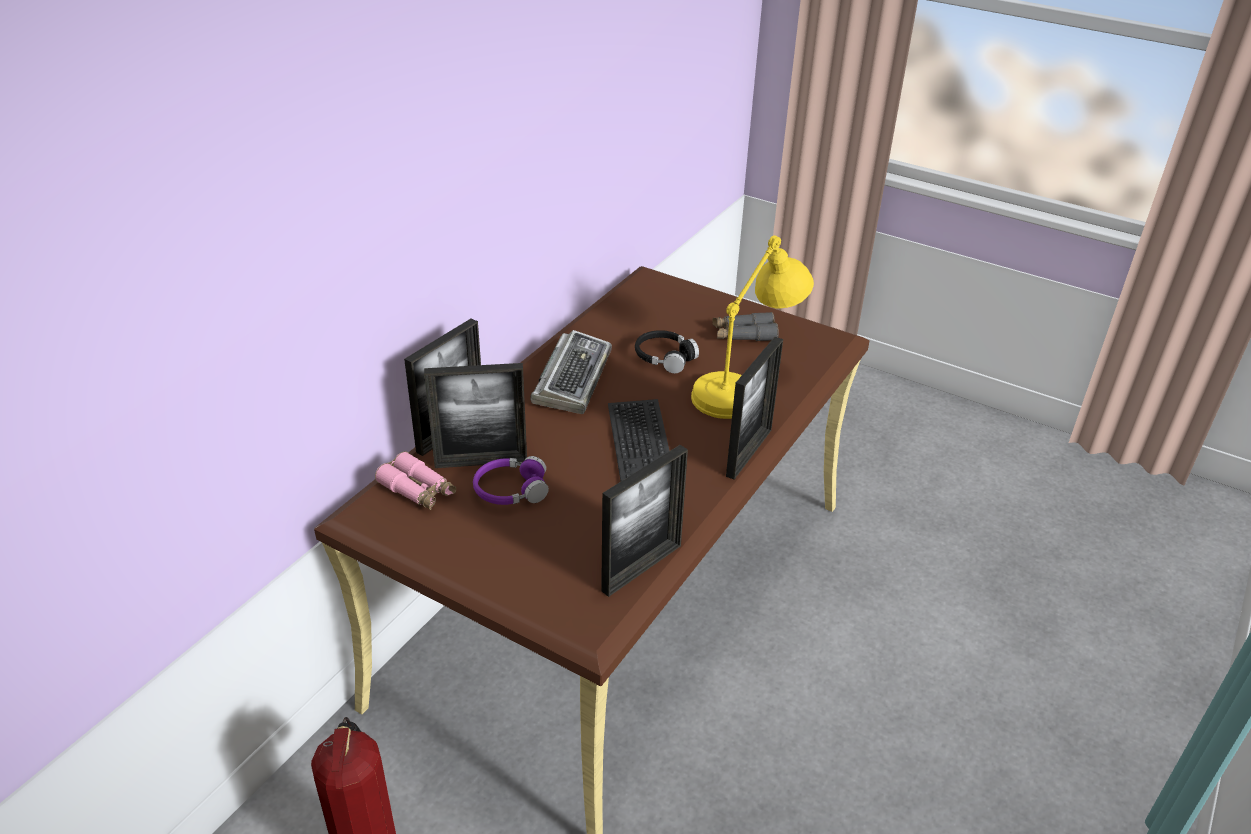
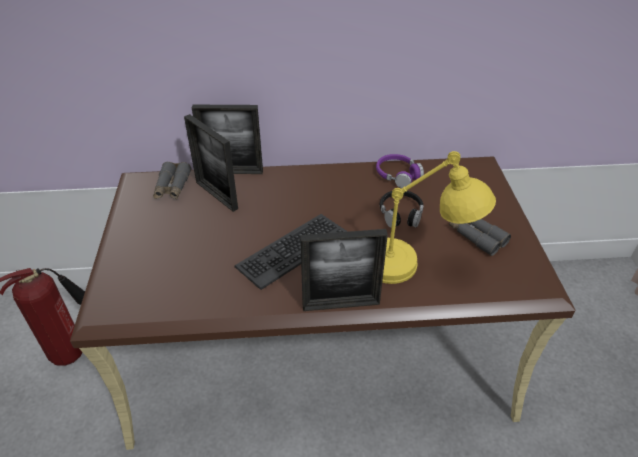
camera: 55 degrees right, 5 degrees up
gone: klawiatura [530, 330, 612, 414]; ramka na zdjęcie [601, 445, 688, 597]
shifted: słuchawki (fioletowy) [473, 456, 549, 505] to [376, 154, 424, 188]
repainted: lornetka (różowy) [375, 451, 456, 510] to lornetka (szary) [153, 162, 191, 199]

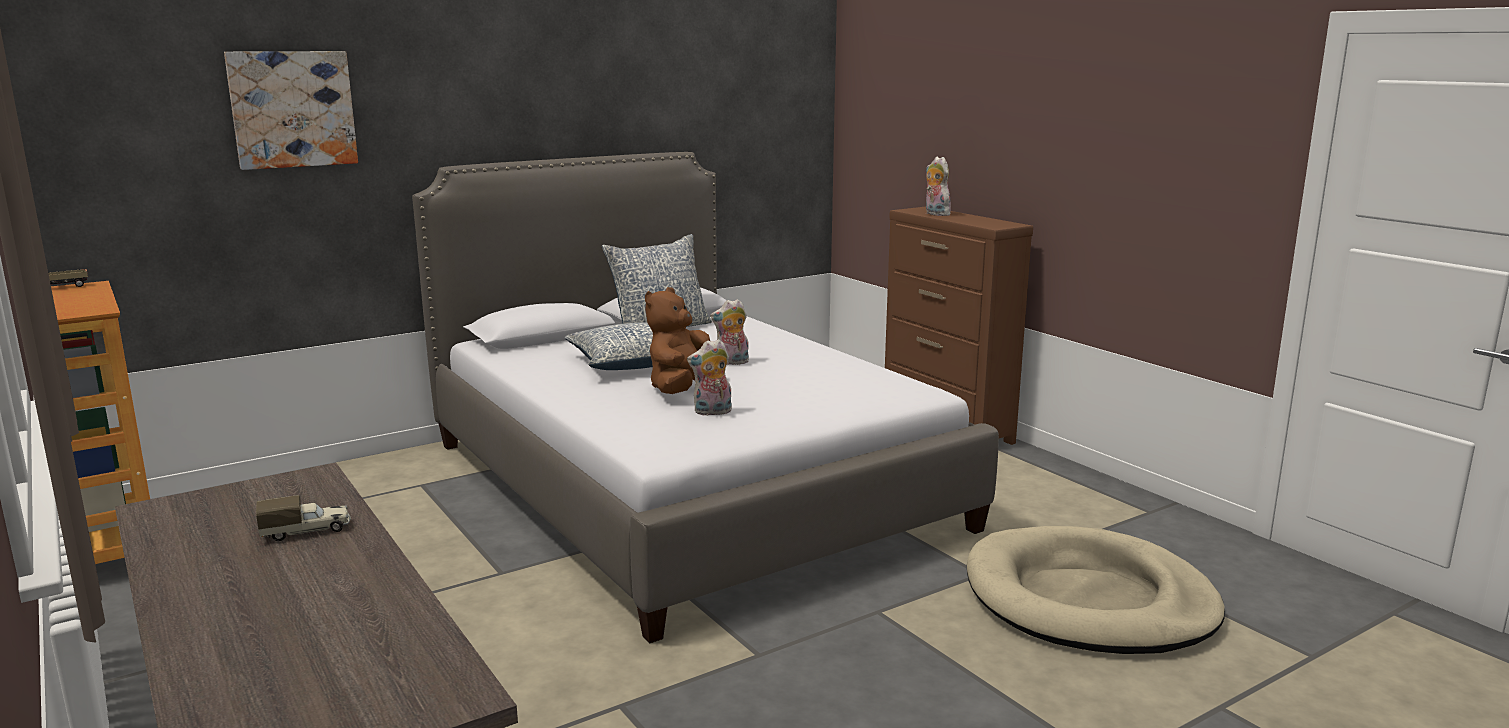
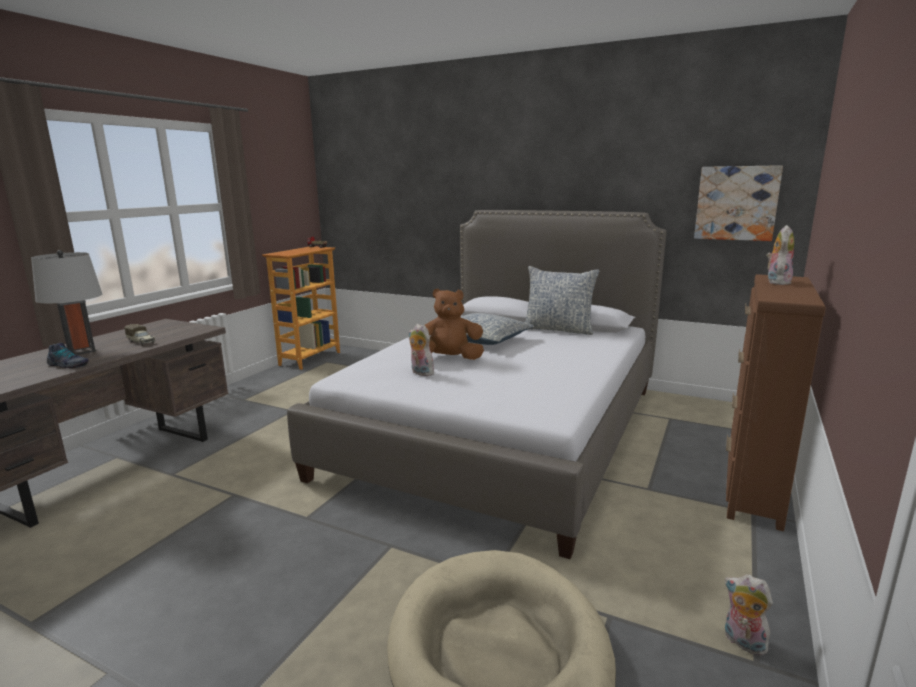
camera: 60 degrees right, 0 degrees up
new: lampa stołowa (szary) [31, 250, 102, 355]; but [47, 343, 89, 368]
shifted: obraz [224, 51, 358, 170] to [694, 165, 783, 241]; pluszak [710, 299, 749, 365] to [725, 574, 773, 656]

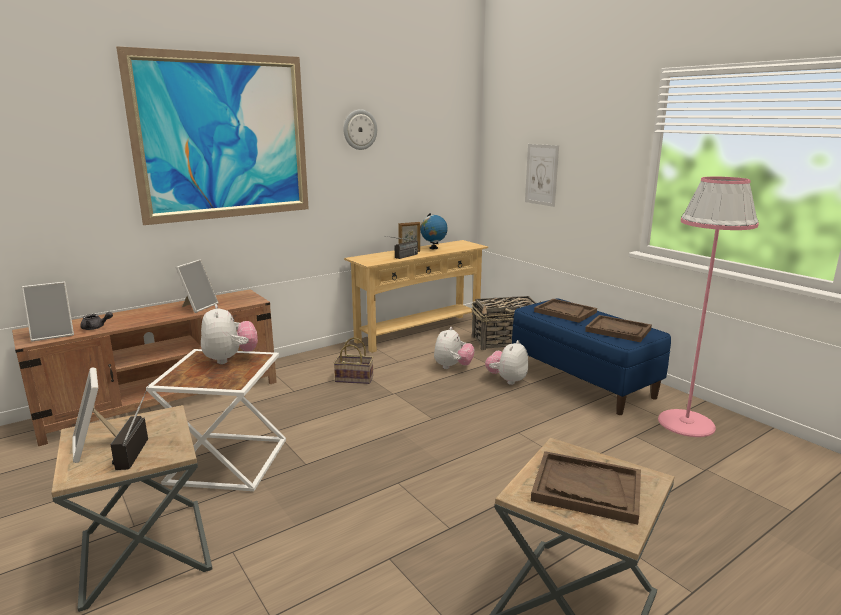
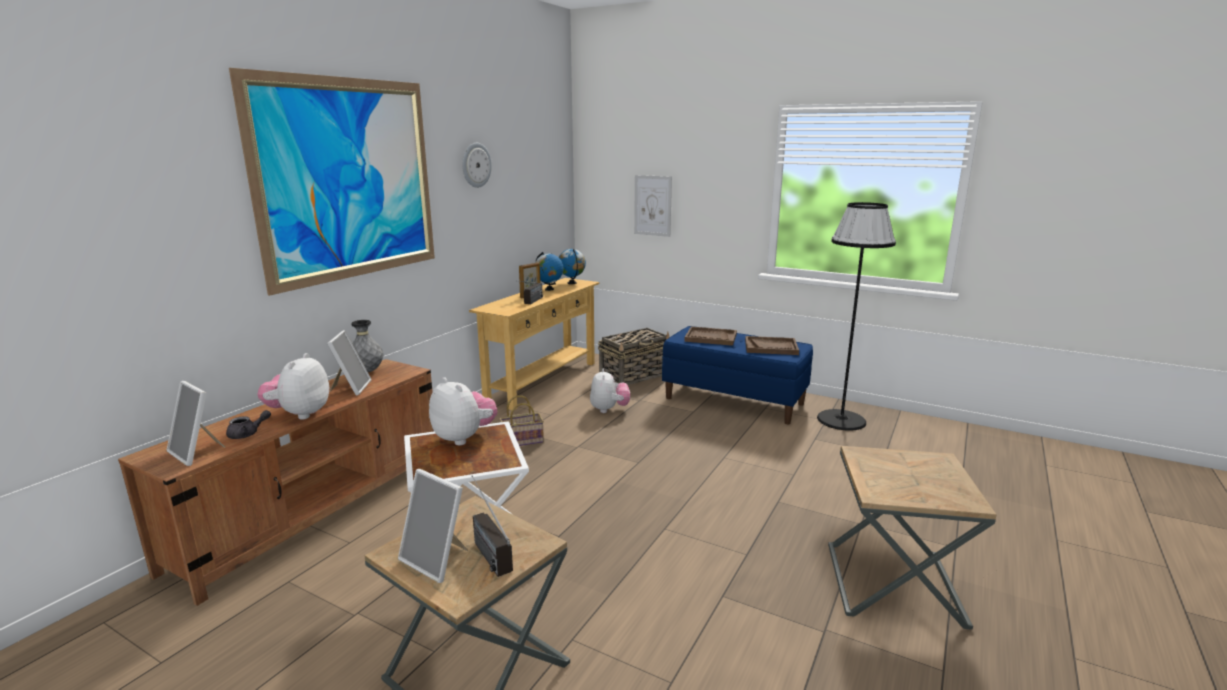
camera: 25 degrees left, 0 degrees up
gone: taca (brązowy) [531, 451, 641, 525]
new: wazon (szary) [351, 320, 383, 372]; globus [559, 249, 586, 284]
shifted: pluszak [485, 340, 528, 385] to [257, 353, 329, 420]
repainted: lampa stojąca (różowy) [658, 177, 759, 437] to lampa stojąca (czarny) [817, 202, 896, 431]
rotated: ramka na zdjęcie [22, 282, 74, 342] = [167, 381, 225, 466] 90 degrees clockwise

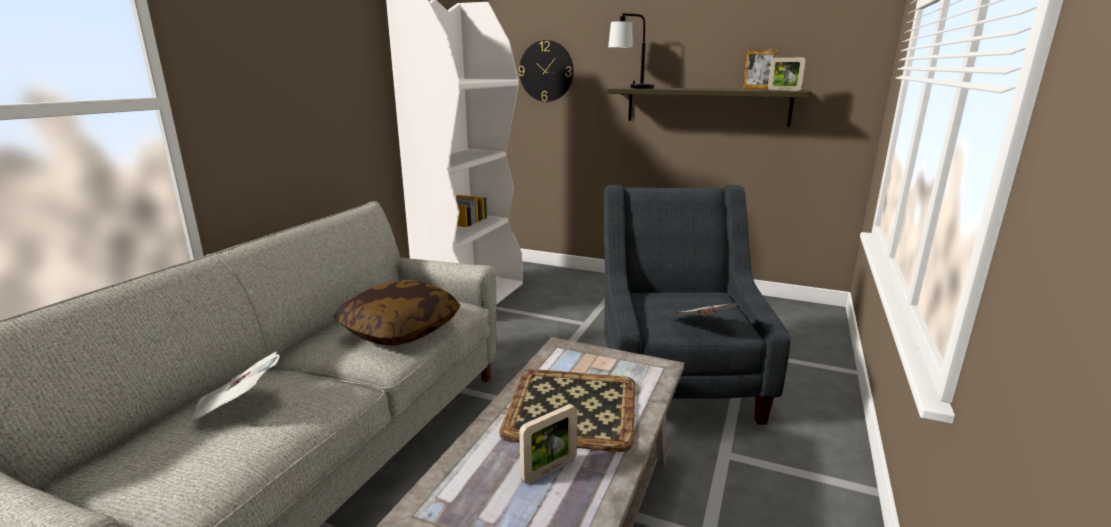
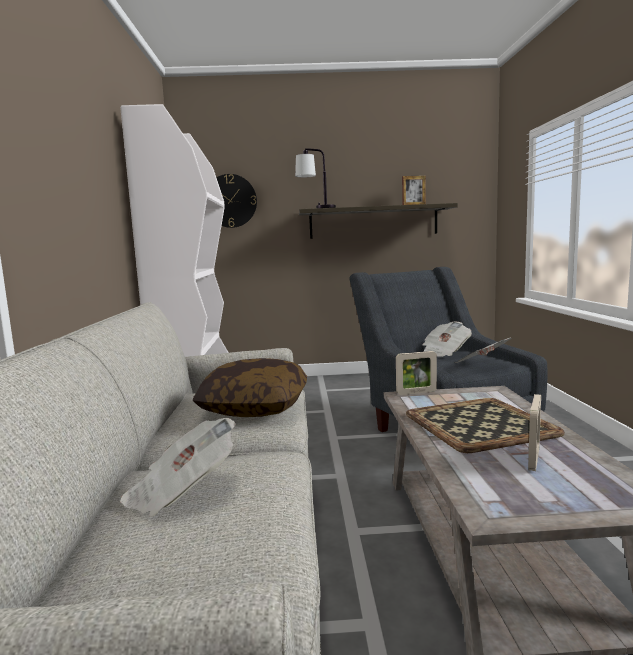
camera: 25 degrees left, 10 degrees down
new: gazeta [422, 321, 472, 357]
shifted: ramka na zdjęcie [768, 57, 806, 91] to [396, 351, 437, 395]

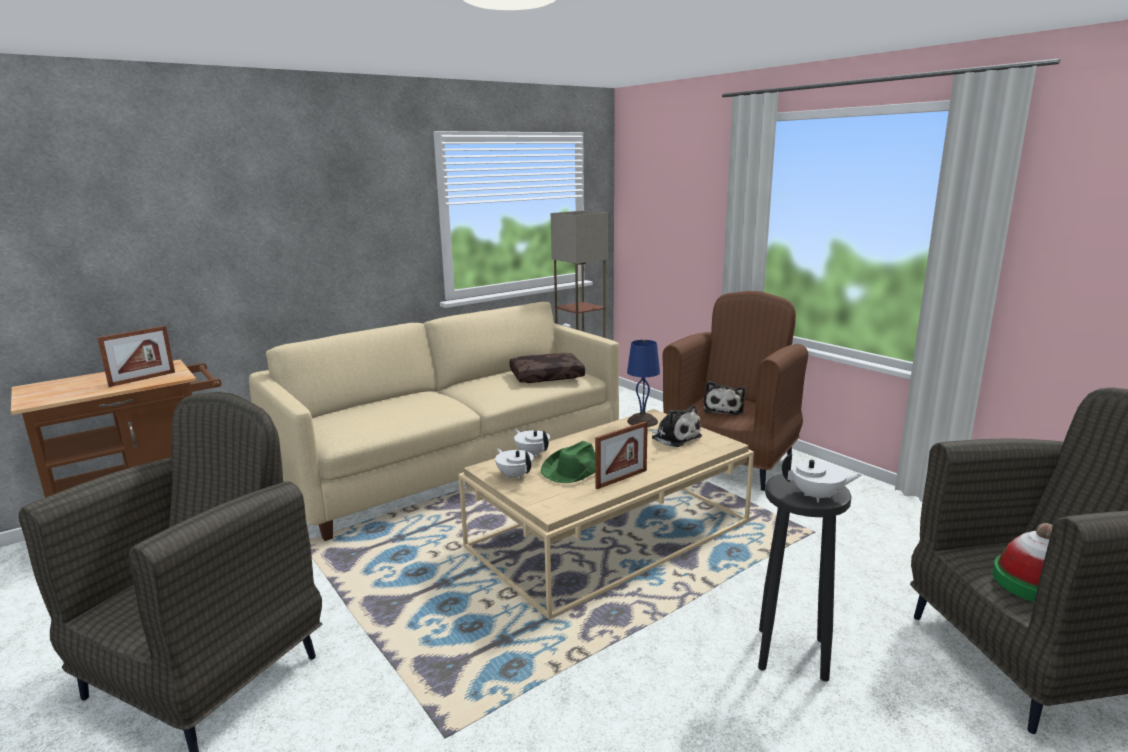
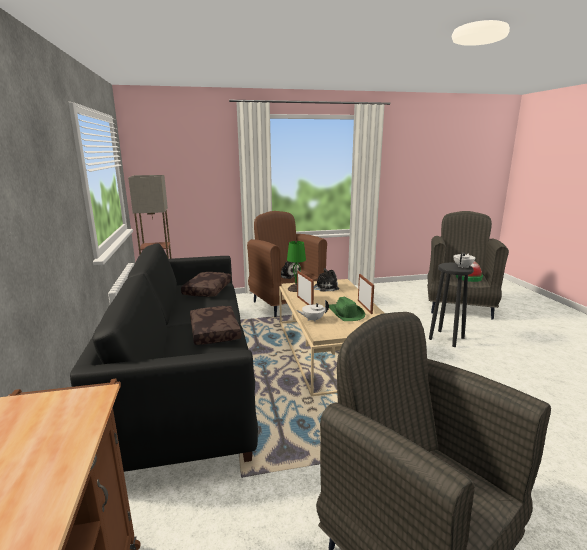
camera: 65 degrees left, 0 degrees up
gone: imbryk (biały) [495, 448, 534, 479]
new: poduszka (brązowy) [190, 306, 242, 345]
shifted: ramka na zdjęcie [97, 326, 175, 387] to [297, 271, 314, 305]
repainted: kanapa (beżowy) [249, 302, 619, 541] to kanapa (czarny) [70, 243, 258, 472]; lampa stołowa (niebieski) [627, 340, 660, 427] to lampa stołowa (zielony) [287, 241, 306, 292]

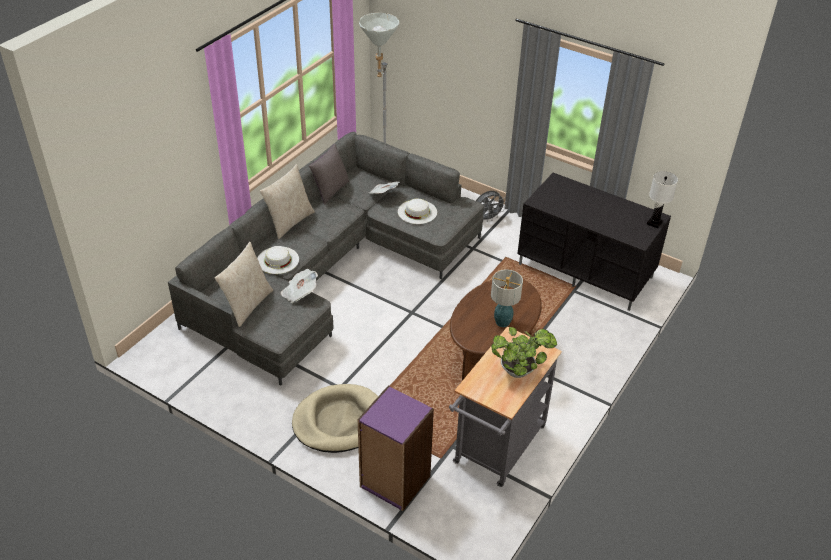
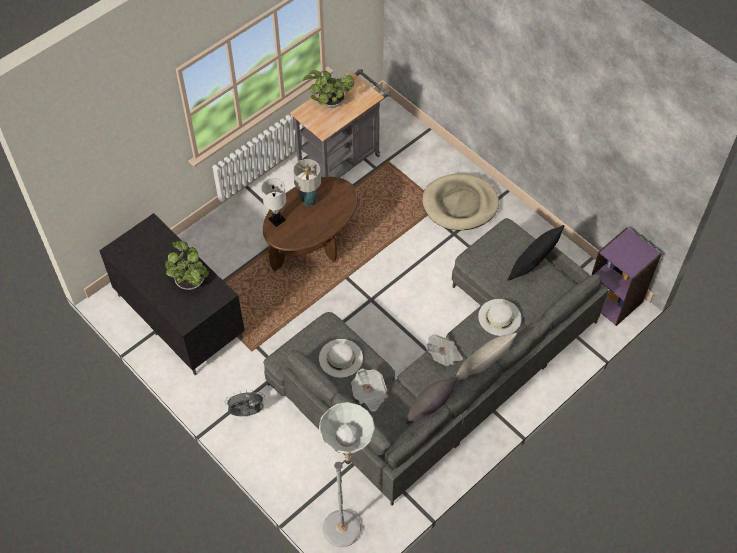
camera: 165 degrees left, 15 degrees up
new: roślina doniczkowa [165, 241, 209, 290]
shifted: gazeta [281, 269, 318, 303] to [425, 334, 463, 366]; regał (fioletowy) [358, 386, 434, 511] to [592, 227, 662, 326]; lampa stołowa (biały) [647, 171, 678, 228] to [261, 178, 286, 227]
repainted: poduszka (beżowy) [215, 242, 273, 327] to poduszka (czarny) [508, 225, 564, 281]

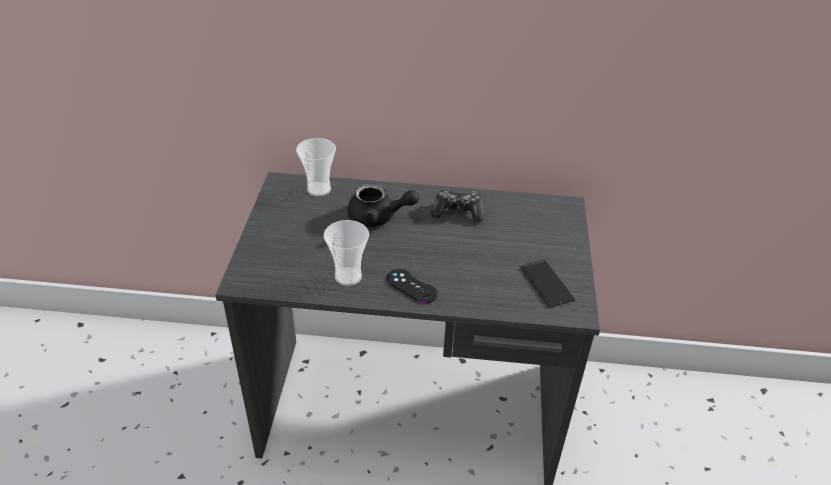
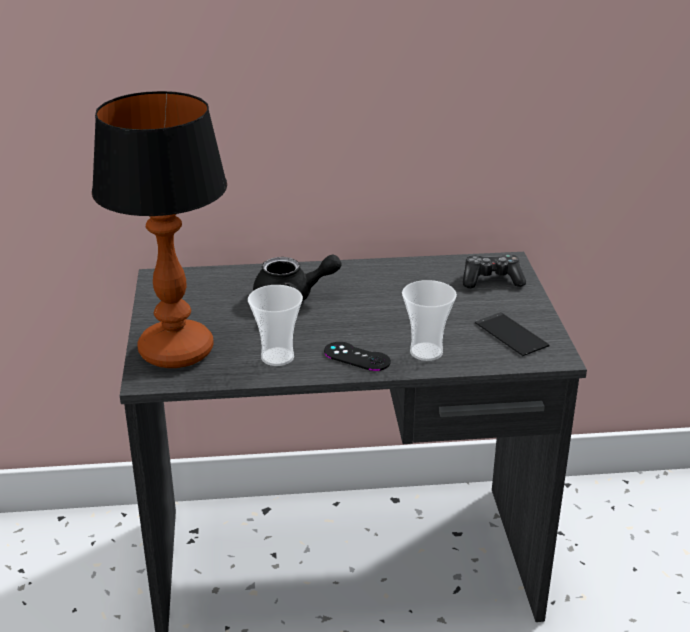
camera: 10 degrees left, 10 degrees down
new: lampa stołowa [92, 91, 227, 368]
shifted: filiżanka [296, 138, 336, 196] to [402, 280, 457, 361]; pad do gier [431, 189, 484, 222] to [463, 254, 526, 288]

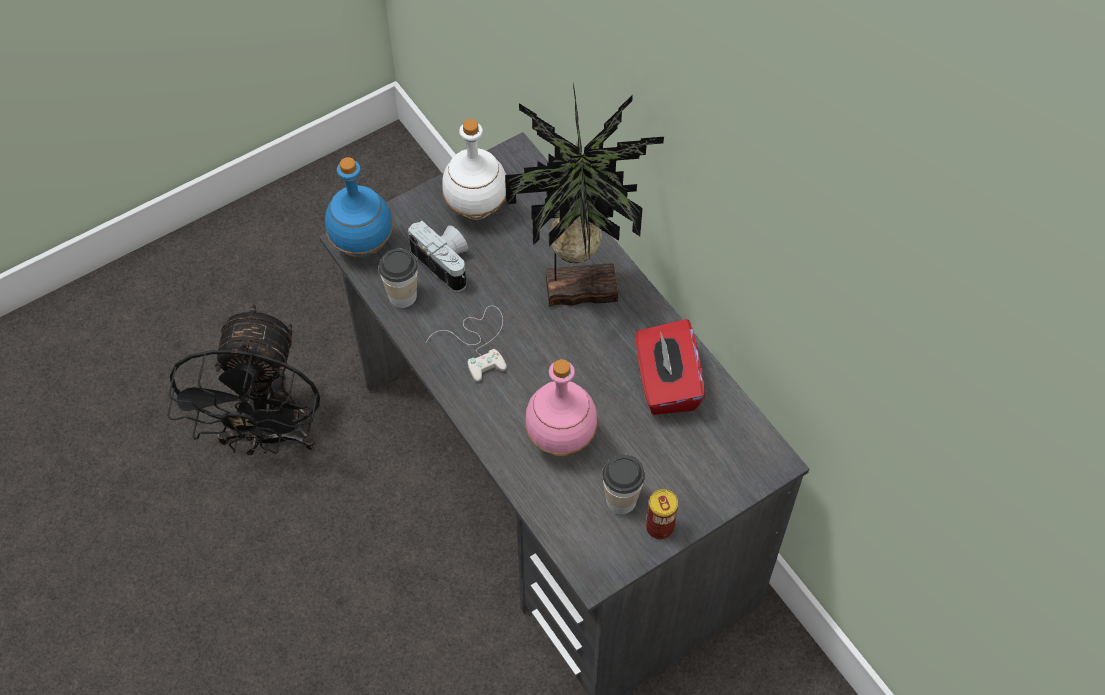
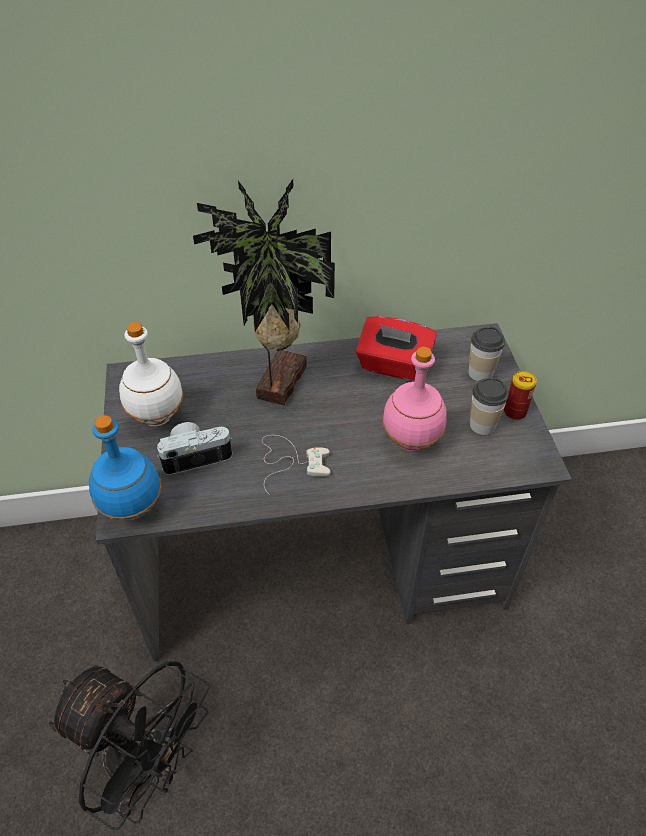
camera: 65 degrees left, 10 degrees down
shifted: filiżanka [379, 248, 418, 308] to [468, 327, 505, 381]

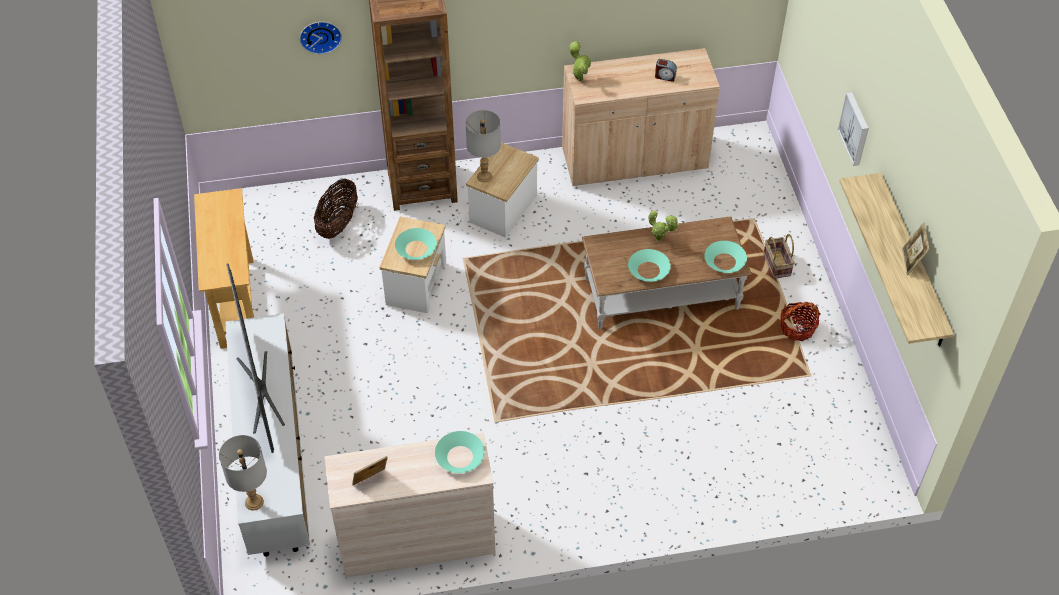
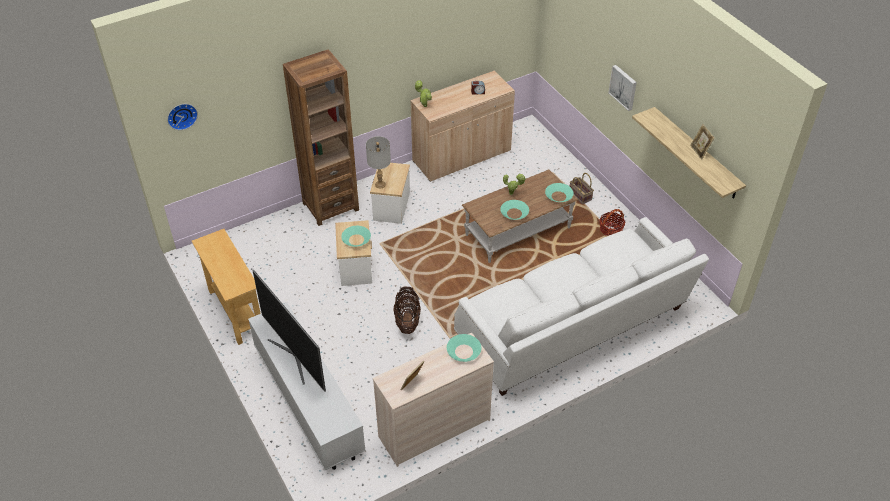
camera: 20 degrees left, 5 degrees down
gone: lampa stołowa (szary) [219, 435, 267, 510]
new: kanapa (biały) [454, 217, 709, 396]
shifted: zegar ścienny [300, 22, 342, 54] to [167, 104, 198, 130]; koszyk [314, 179, 358, 239] to [393, 287, 421, 334]

